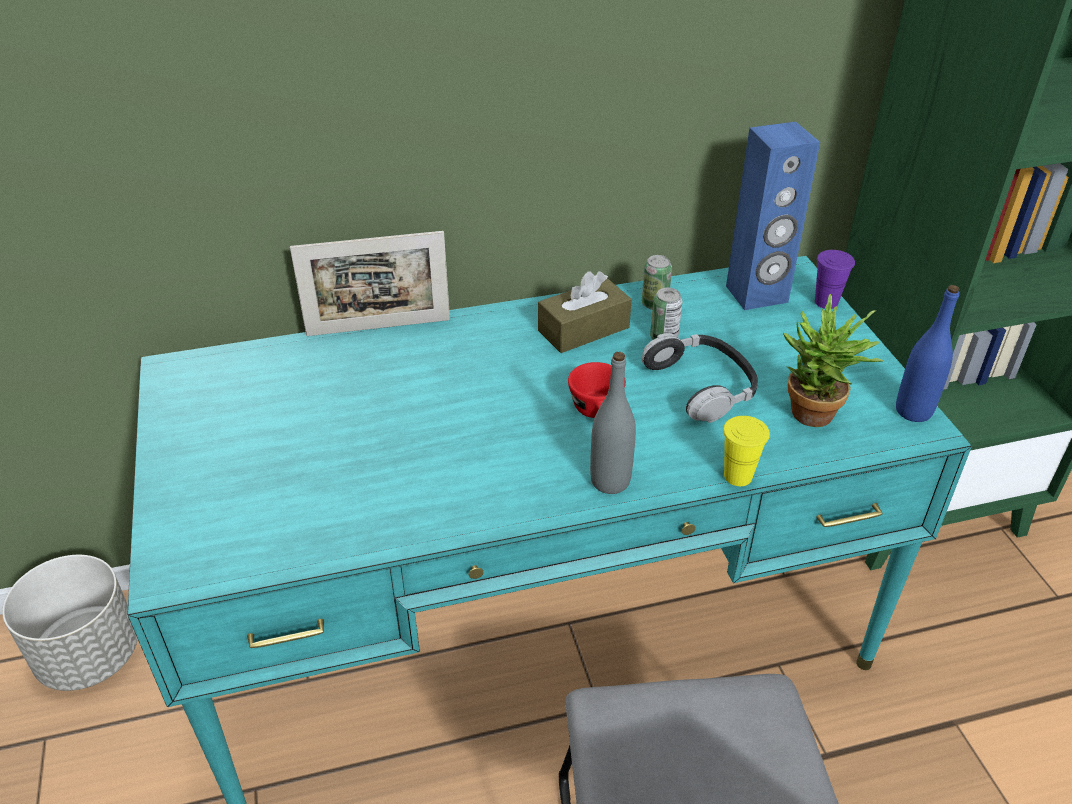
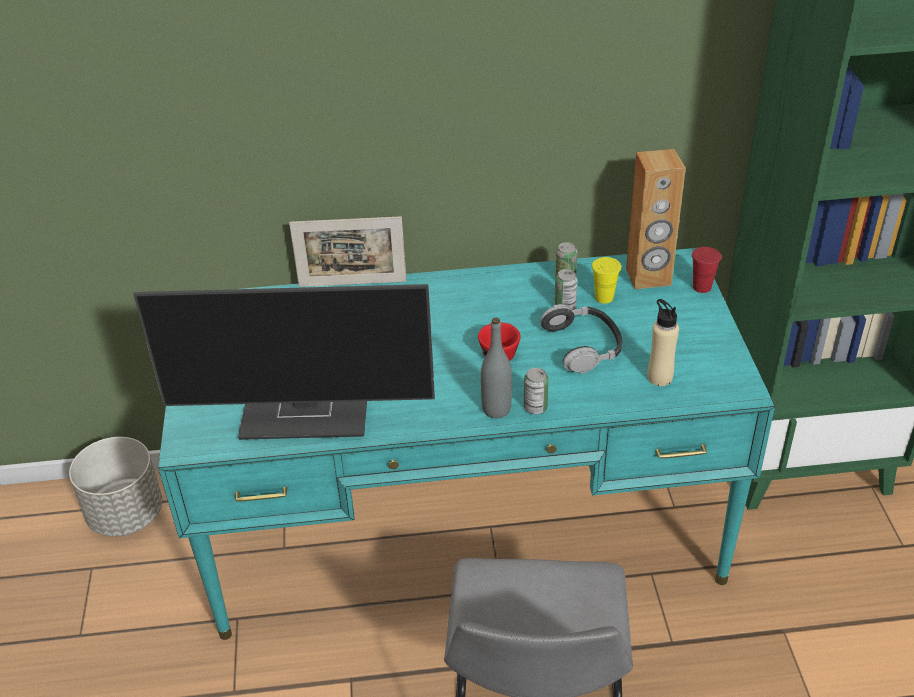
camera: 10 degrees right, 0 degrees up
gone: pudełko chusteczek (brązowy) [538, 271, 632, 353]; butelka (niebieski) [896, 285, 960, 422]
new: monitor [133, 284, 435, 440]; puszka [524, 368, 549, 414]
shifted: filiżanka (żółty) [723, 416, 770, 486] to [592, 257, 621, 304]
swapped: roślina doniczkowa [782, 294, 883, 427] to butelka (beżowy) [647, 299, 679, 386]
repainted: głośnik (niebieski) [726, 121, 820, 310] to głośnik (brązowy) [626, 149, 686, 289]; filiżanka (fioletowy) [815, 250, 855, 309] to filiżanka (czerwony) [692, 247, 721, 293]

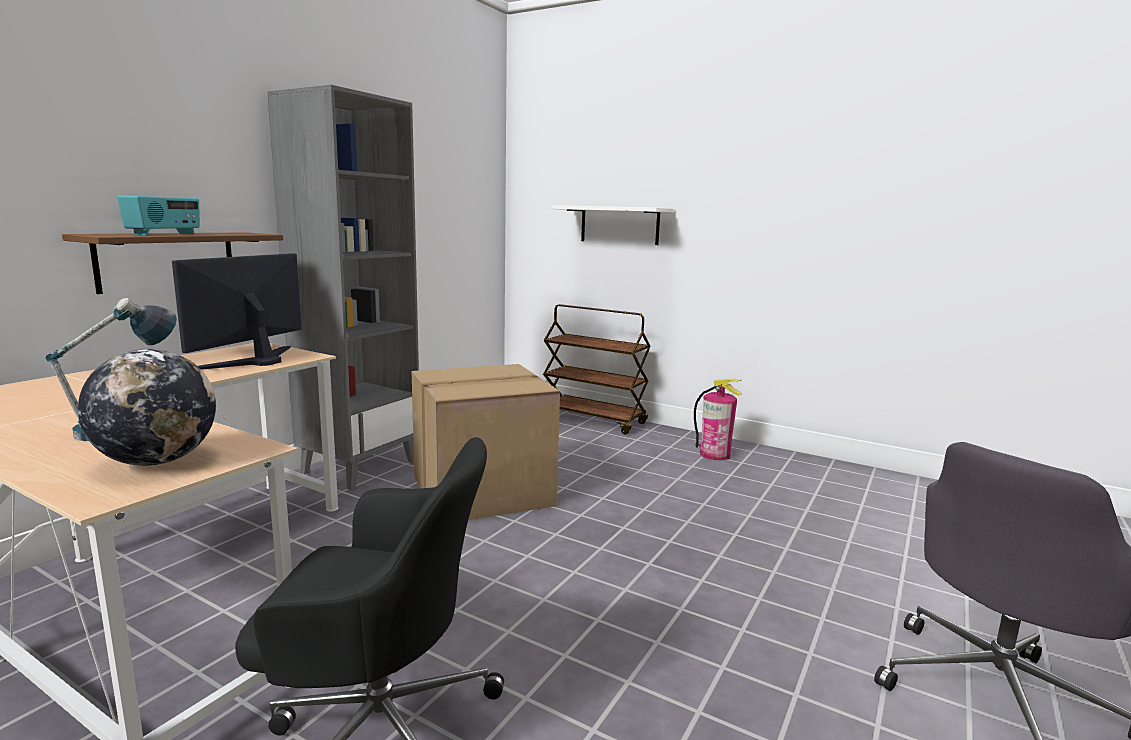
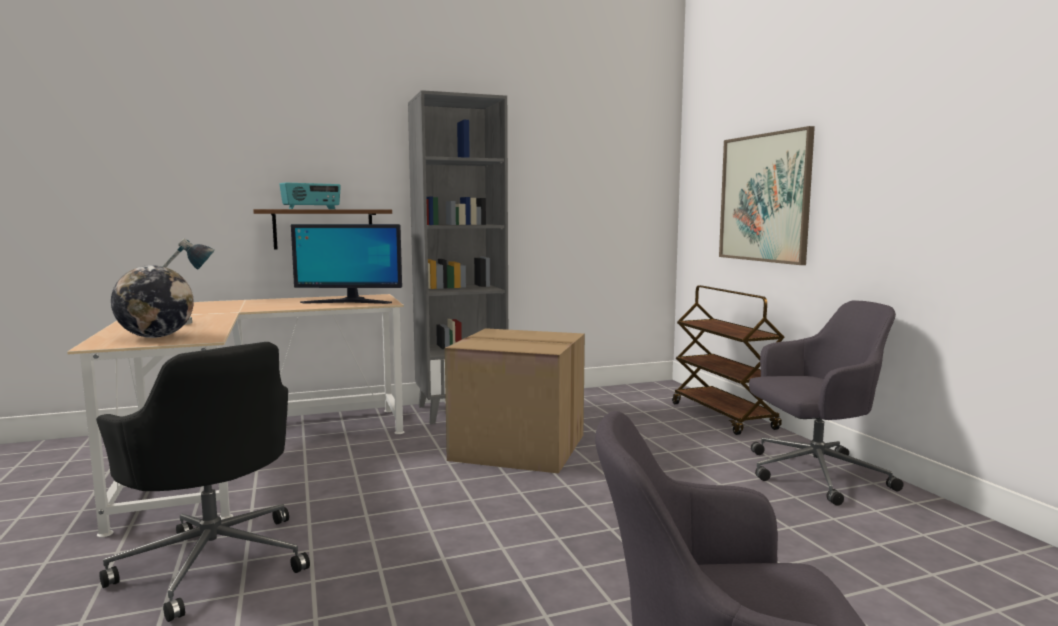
camera: 40 degrees right, 5 degrees down
swapped: półka (biały) [551, 205, 673, 245] to obraz [719, 126, 815, 265]; gaśnica [694, 379, 742, 460] to krzesło biurowe (szary) [749, 301, 903, 506]
rotated: monitor [172, 253, 302, 370] = [291, 224, 402, 304] 150 degrees counterclockwise

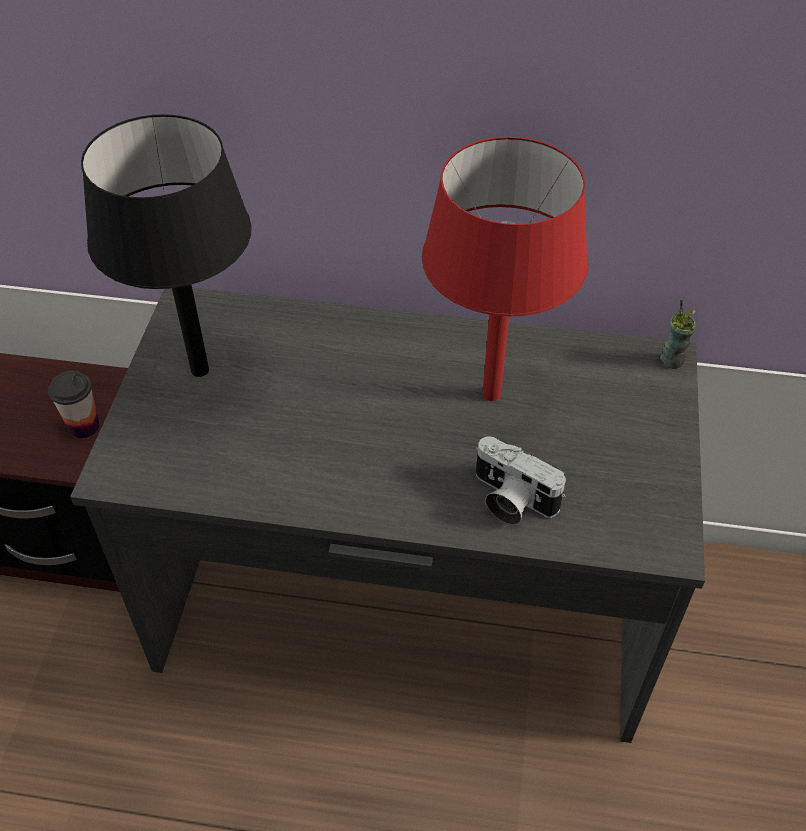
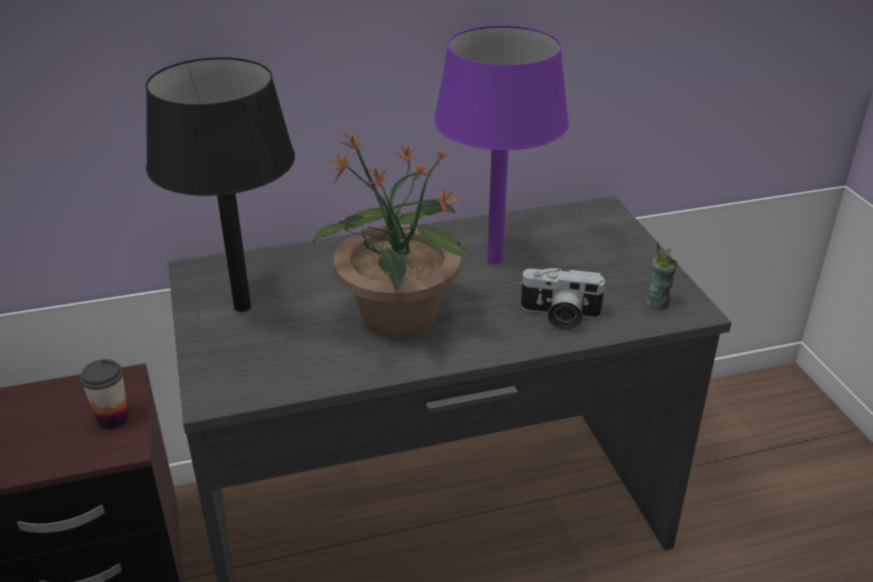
camera: 25 degrees left, 15 degrees down
new: roślina doniczkowa [313, 131, 472, 338]
shifted: filiżanka [660, 299, 696, 369] to [647, 242, 677, 310]
repainted: lampa stołowa (czerwony) [422, 137, 589, 401] to lampa stołowa (fioletowy) [434, 25, 569, 264]

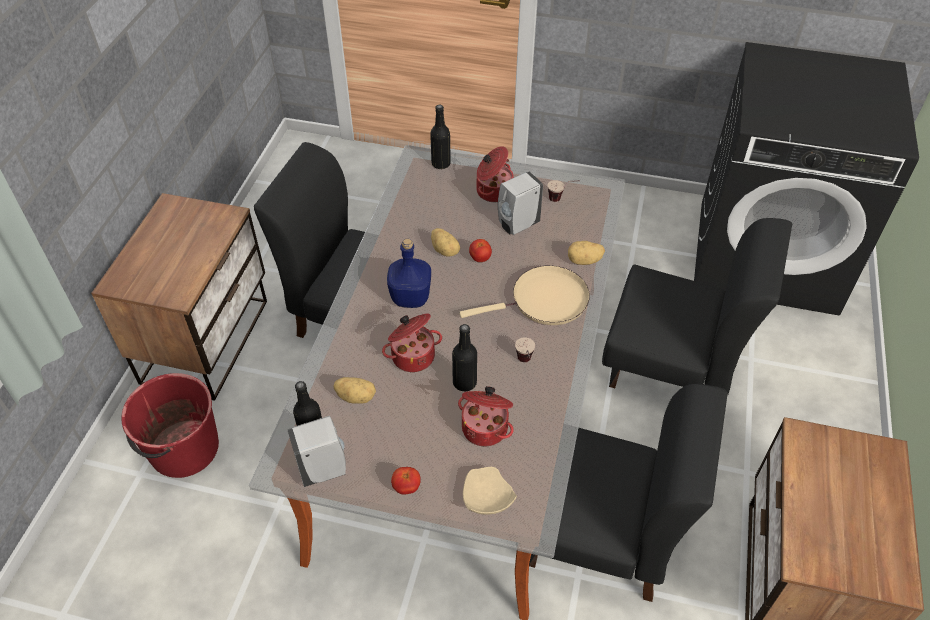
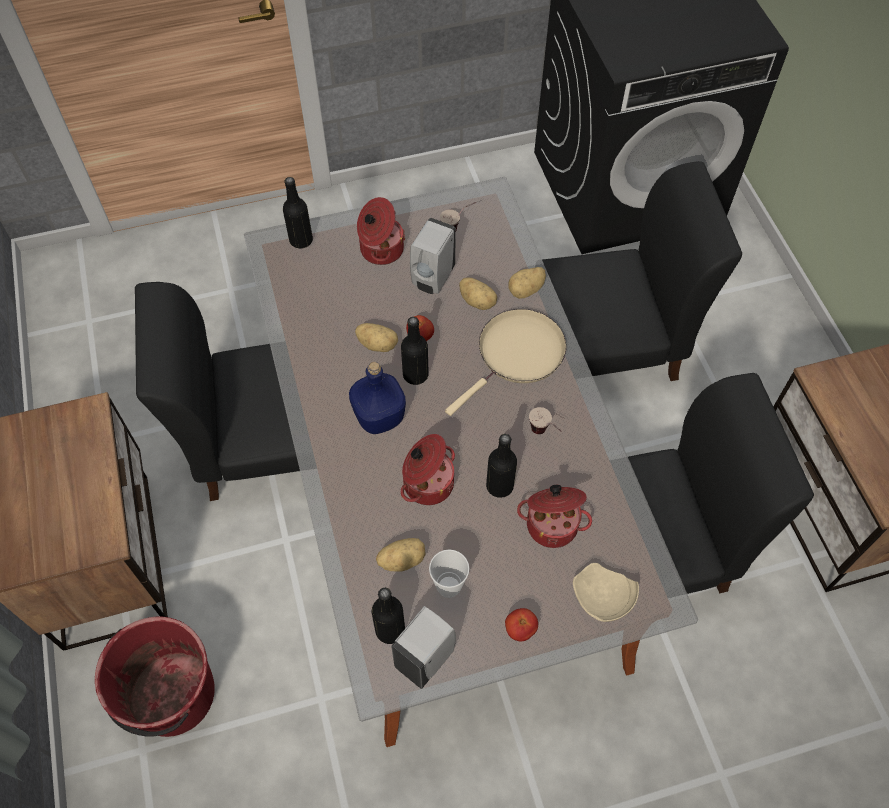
camera: 30 degrees left, 10 degrees up
new: butelka (czarny) [401, 317, 429, 385]; filiżanka [429, 550, 470, 598]; ziemniak [459, 278, 497, 310]

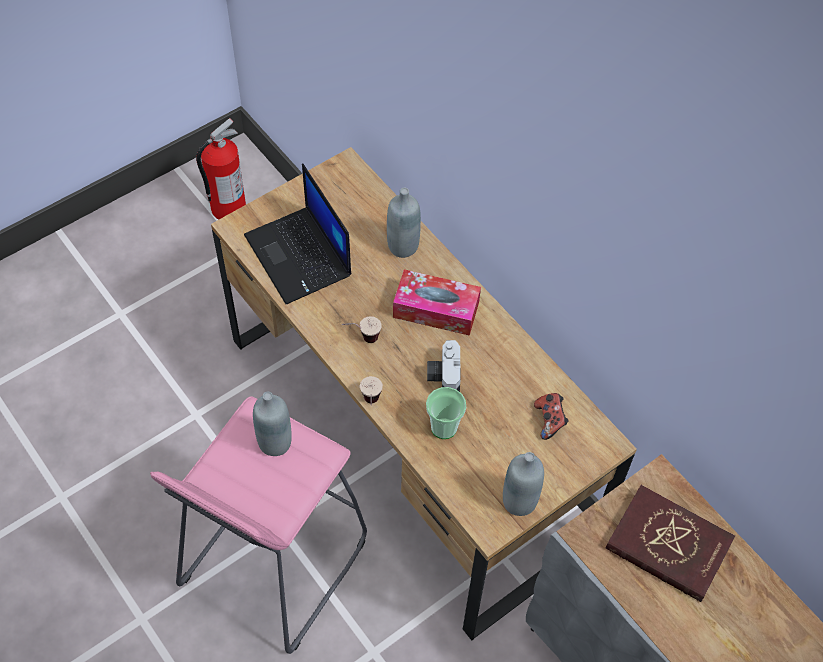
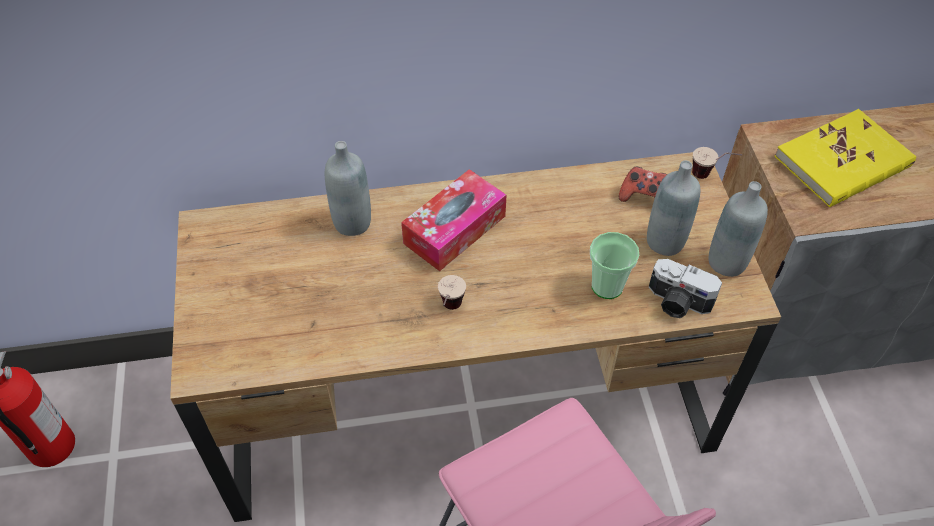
camera: 60 degrees left, 5 degrees down
gone: laptop [244, 163, 352, 304]
shifted: butelka (szary) [253, 392, 292, 456] to [647, 160, 700, 256]; filiżanka [360, 376, 383, 405] to [692, 147, 743, 179]; aparat fotograficzny [427, 340, 460, 392] to [649, 259, 722, 318]
repainted: książka (czerwony) [606, 485, 735, 602] to książka (żółty) [774, 109, 916, 207]

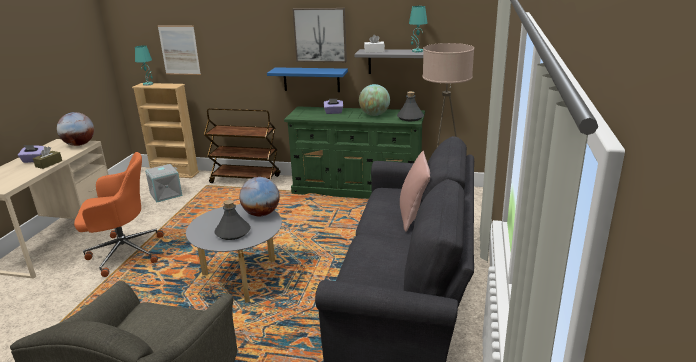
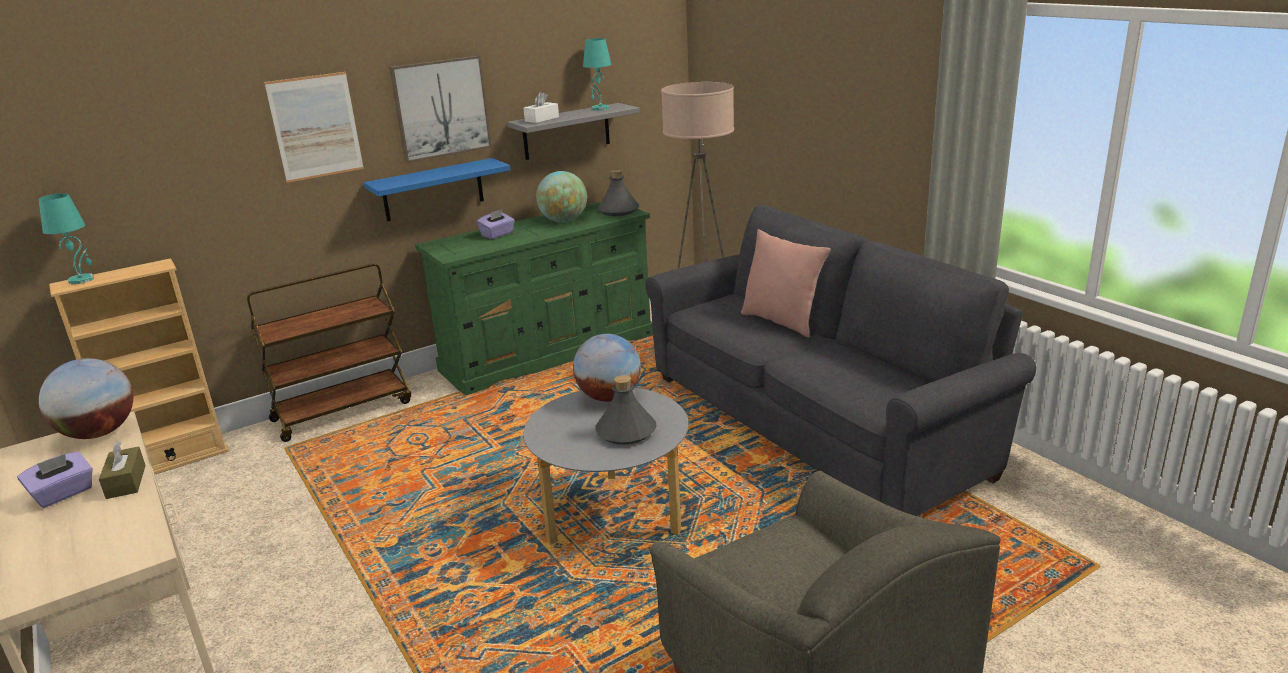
camera: 45 degrees left, 0 degrees up
gone: krzesło biurowe (pomarańczowy) [74, 152, 164, 277]; pojemnik do przechowywania (szary) [145, 164, 183, 203]
shifted: obraz [158, 25, 201, 75] to [264, 72, 364, 183]

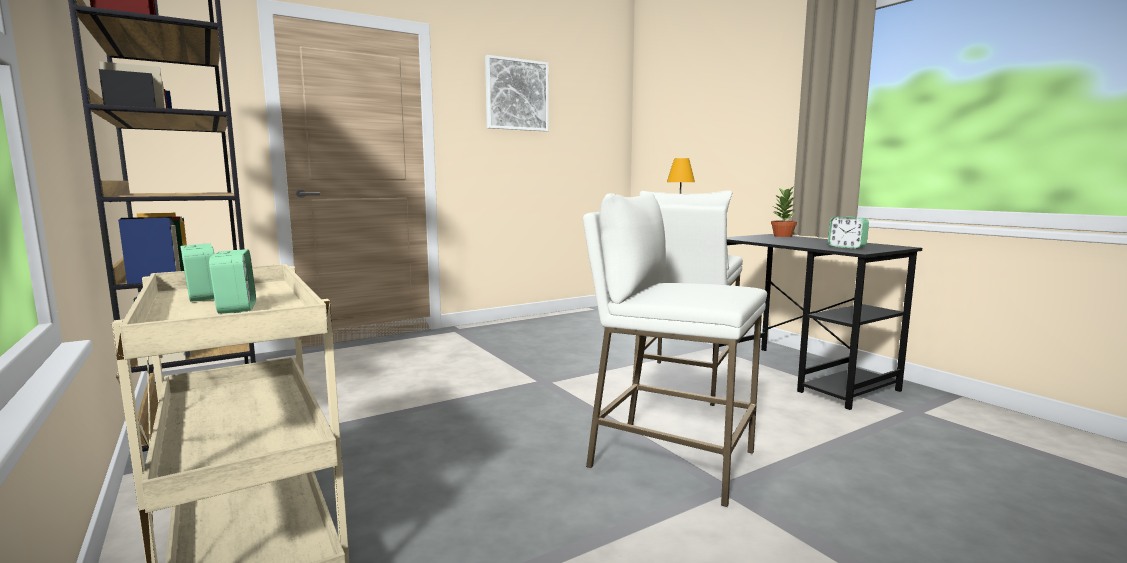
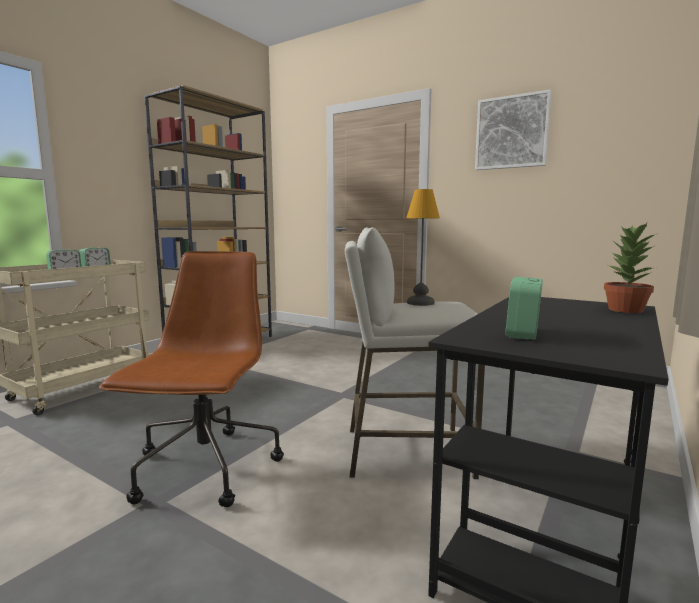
camera: 65 degrees right, 0 degrees up
swapped: stołek (biały) [583, 193, 767, 507] to krzesło biurowe (brązowy) [99, 251, 284, 507]

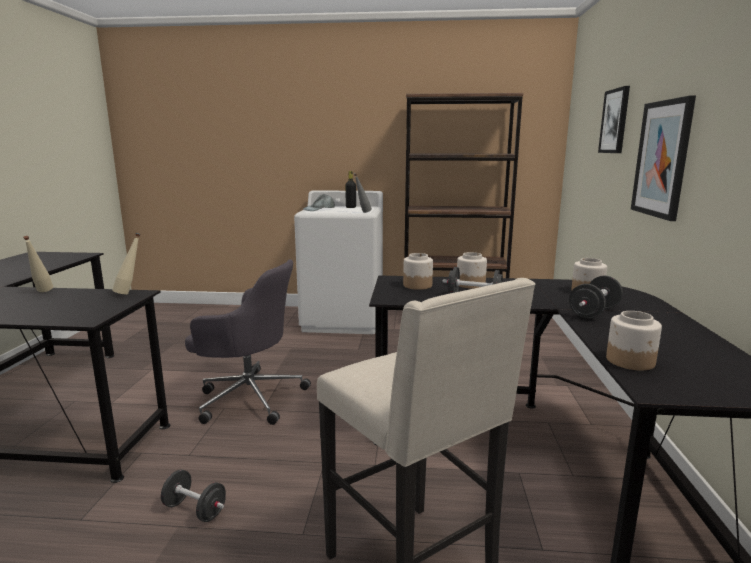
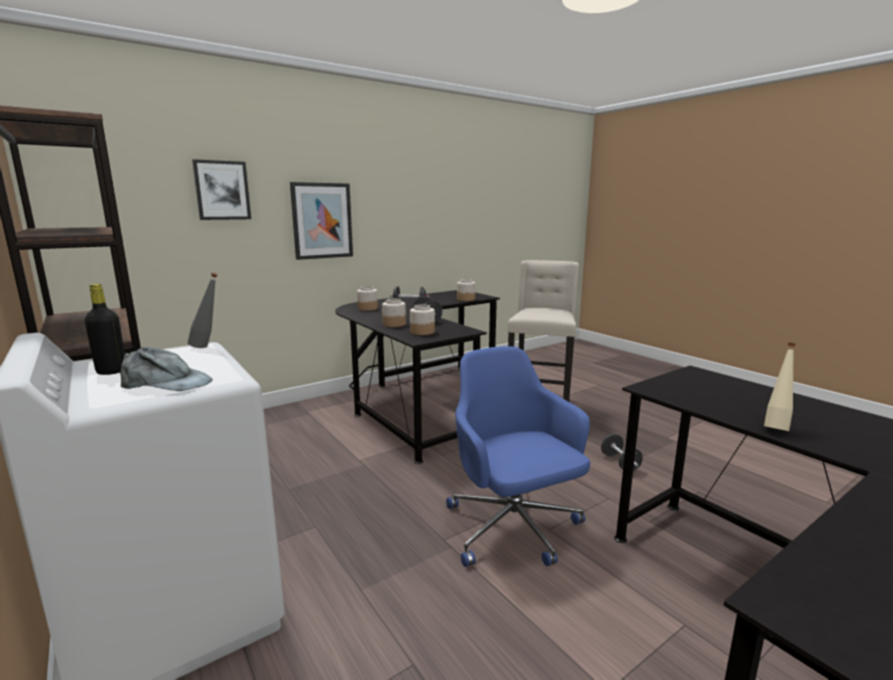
camera: 130 degrees left, 0 degrees up
gone: butelka (beżowy) [112, 233, 140, 295]
repainted: krzesło biurowe (szary) [185, 260, 311, 425] to krzesło biurowe (niebieski) [446, 346, 590, 567]

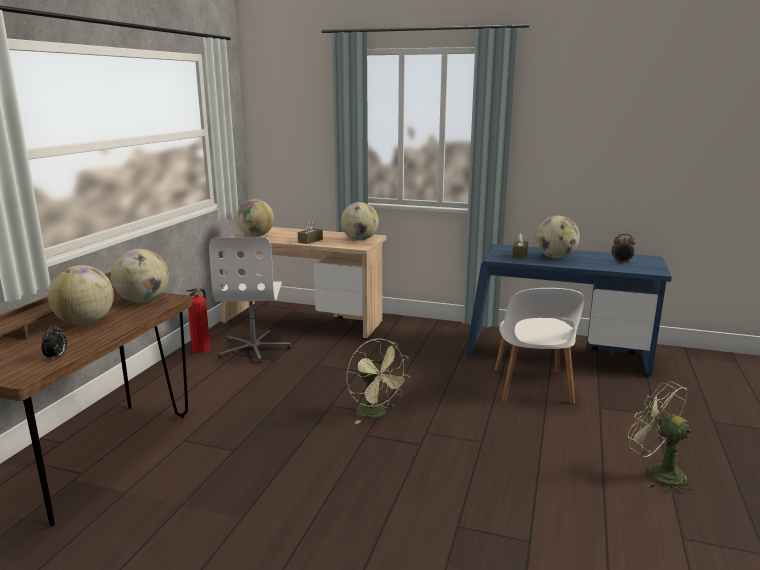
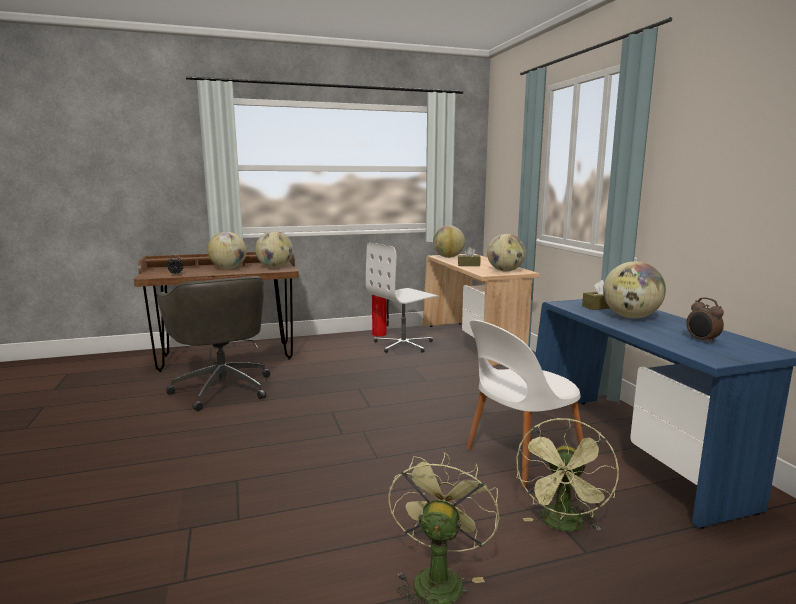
camera: 55 degrees right, 5 degrees down
new: krzesło biurowe (szary) [157, 276, 270, 411]
shifted: wentylator (zielony) [347, 339, 410, 424] to [516, 418, 619, 531]

